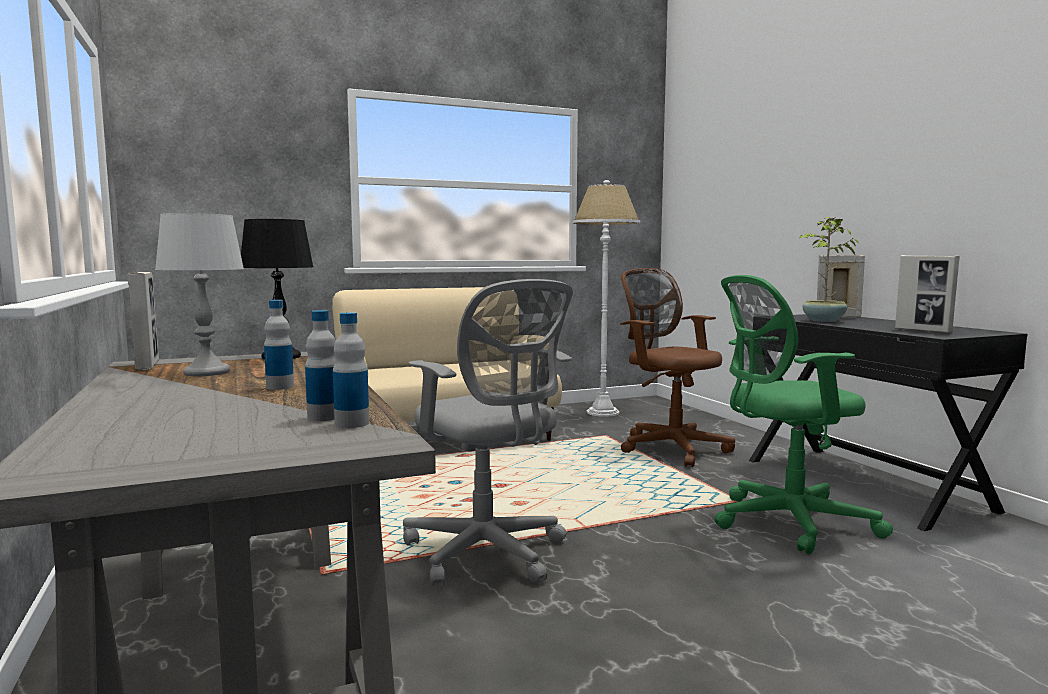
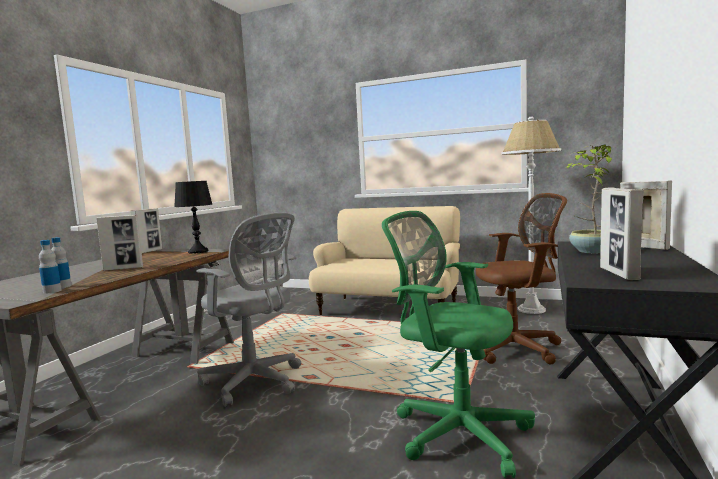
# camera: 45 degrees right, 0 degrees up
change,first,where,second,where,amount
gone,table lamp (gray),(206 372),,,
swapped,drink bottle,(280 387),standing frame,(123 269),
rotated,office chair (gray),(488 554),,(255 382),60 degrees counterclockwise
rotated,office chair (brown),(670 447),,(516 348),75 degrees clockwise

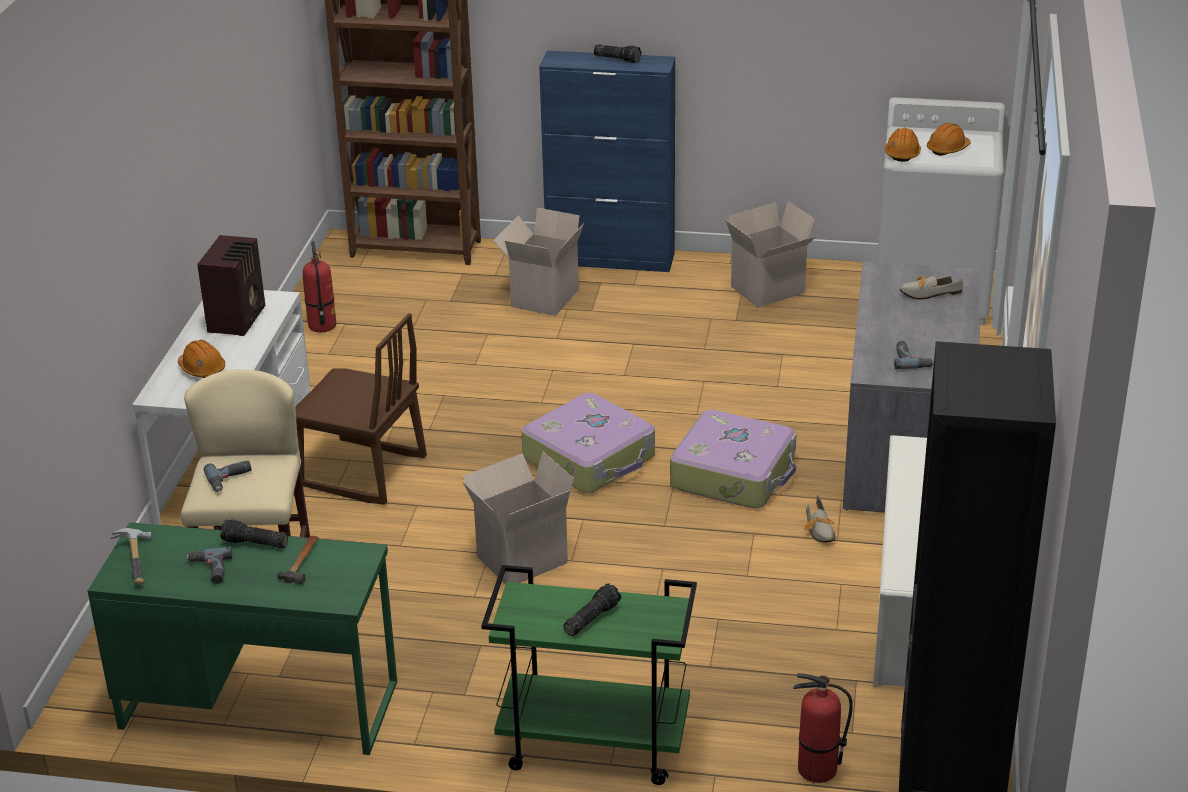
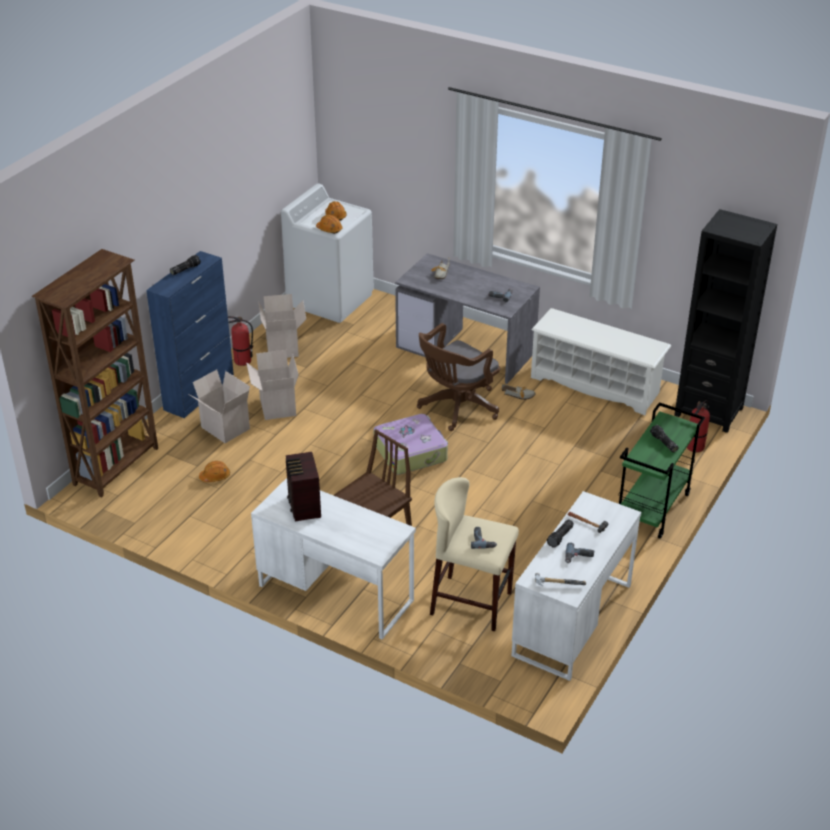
# camera: 70 degrees left, 5 degrees up
change,first,where,second,where,amount
shifted,hard hat (orange),(202 369),,(215 476),
shifted,fire-fighting cylinder,(322 326),,(242 361),
shifted,cardboard box,(522 558),,(276 407),
swapped,travel case,(734 474),office chair (brown),(456 408),
repainted,desk table (green),(258 704),desk table (whitish),(572 619),
rotated,radio receiver,(238 319),,(304 507),135 degrees counterclockwise

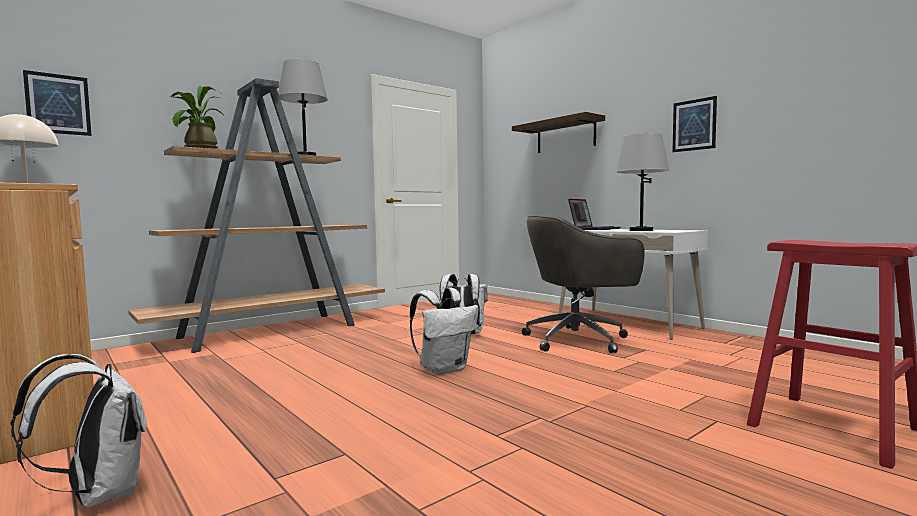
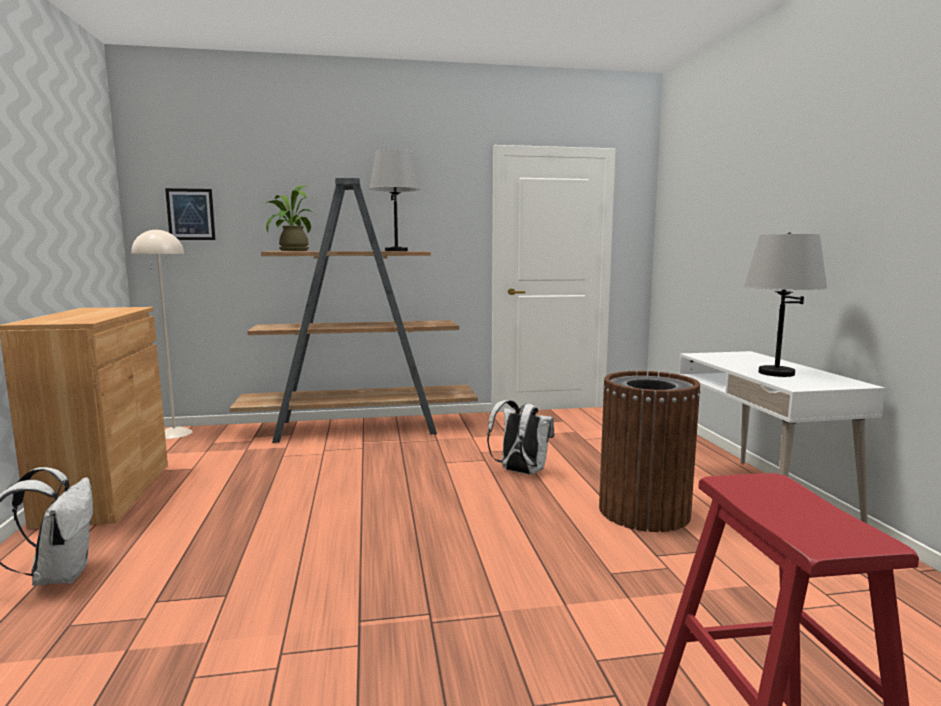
# camera: 30 degrees right, 5 degrees up
change,first,where,second,where,amount
gone,knapsack (whitish),(444 369),,,
gone,shelf,(565 136),,,
gone,laptop,(594 229),,,
gone,picture,(694 125),,,
swapped,office chair (gray),(579 340),trash can (brown),(643 511),

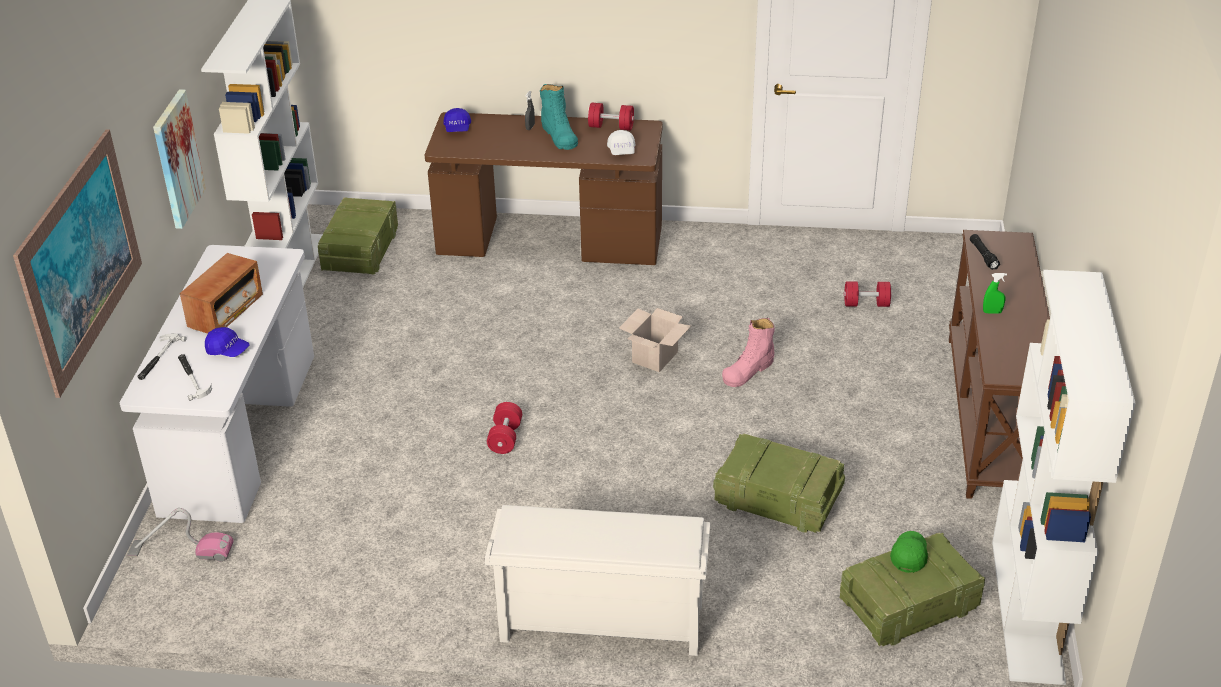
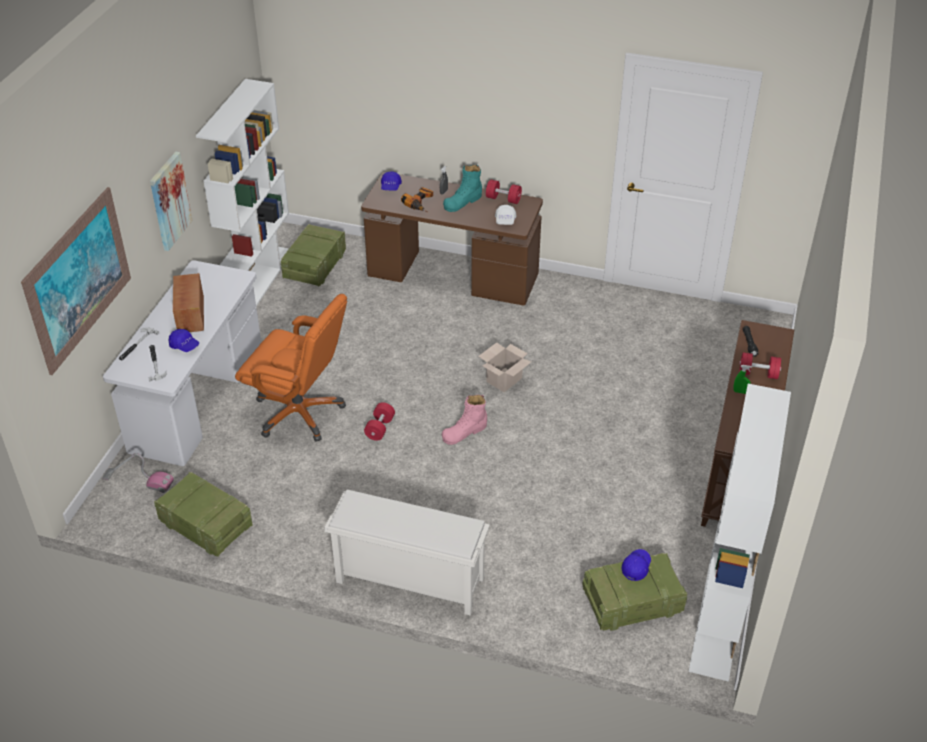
# camera: 10 degrees right, 5 degrees up
change,first,where,second,where,amount
new,,,office chair (orange),(300 413),
new,,,power drill,(421 203),
shifted,shipping crate,(779 500),,(207 525),
shifted,boot (pink),(748 370),,(464 432),
shifted,dumbbell (reddish),(866 304),,(758 373),
repainted,cap (green),(909 556),cap (blue-coloured),(636 567),
rotated,radio receiver,(226 312),,(190 315),135 degrees clockwise
rotated,boot (turquoise-coloured),(559 136),,(463 202),60 degrees clockwise

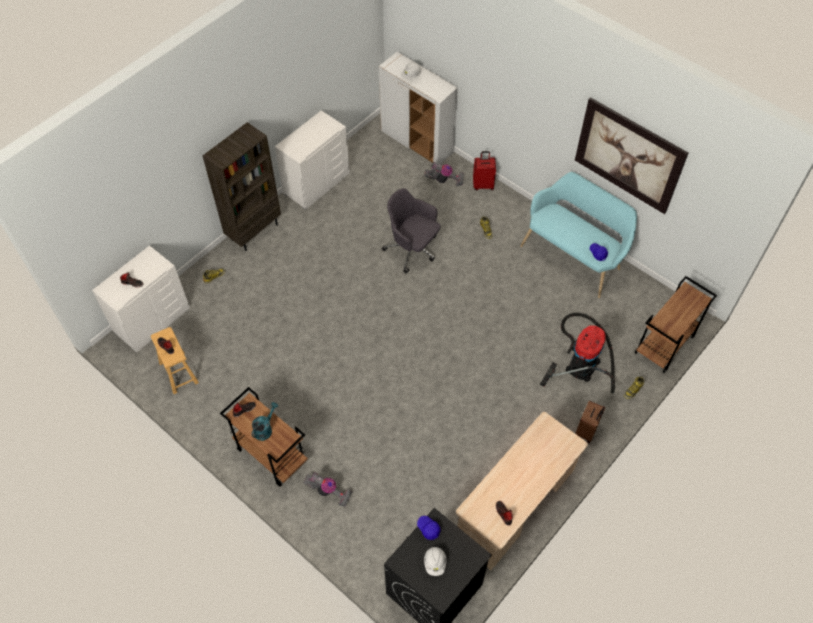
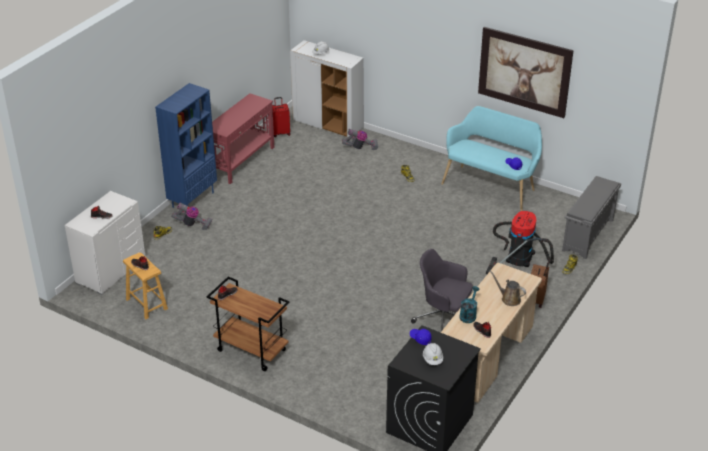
# camera: 10 degrees left, 20 degrees down
change,first,where,second,where,amount
new,,,watering pot (brown),(509 299),
shifted,watering pot (turquoise-coloured),(265 429),,(468 315),
shifted,vacuum,(328 492),,(192 224),
shifted,office chair (gray),(412 249),,(443 319),
shifted,travel case (reddish),(483 185),,(280 133),
swapped,drawer chest (whitish),(316 183),console table (reddish),(242 161),
swapped,wheeled cart (brown),(664 345),shoe rack (gray),(588 236),
repainted,bookcase (brown),(254 231),bookcase (blue-coloured),(192 199),

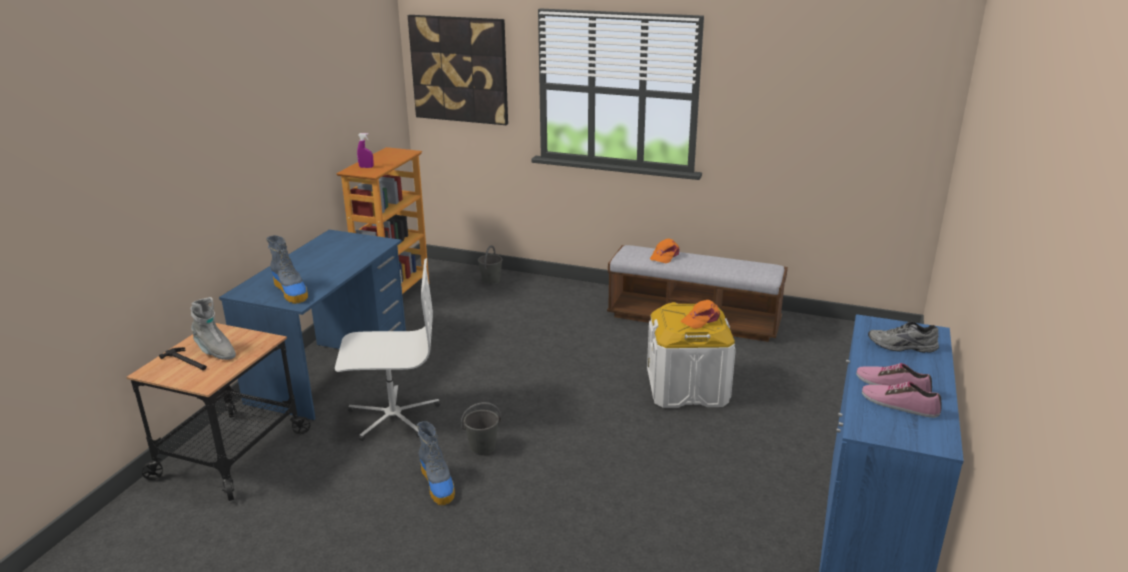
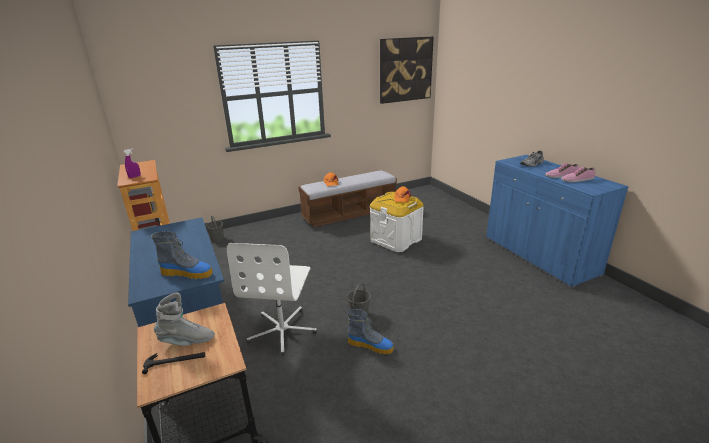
# camera: 45 degrees left, 0 degrees up
change,first,where,second,where,amount
shifted,picture,(459 69),,(405 70),
rotated,office chair (whitish),(393 416),,(283 330),150 degrees clockwise

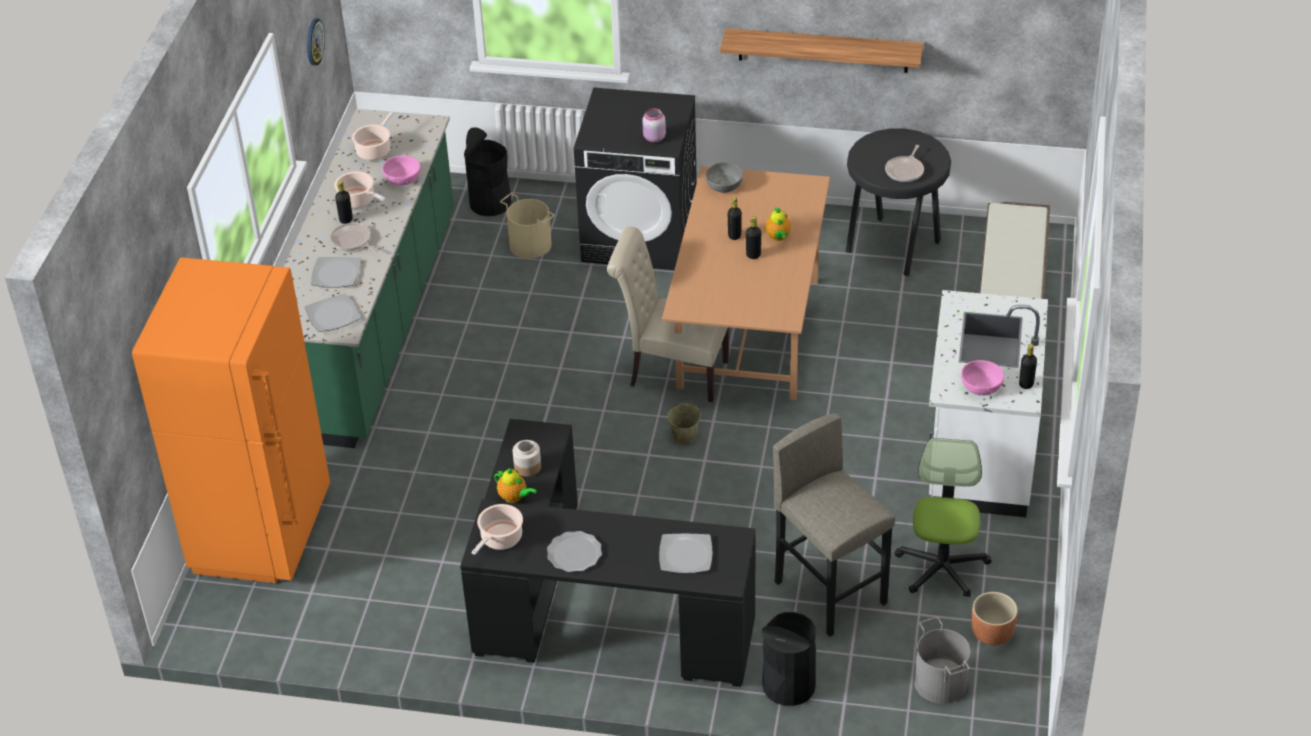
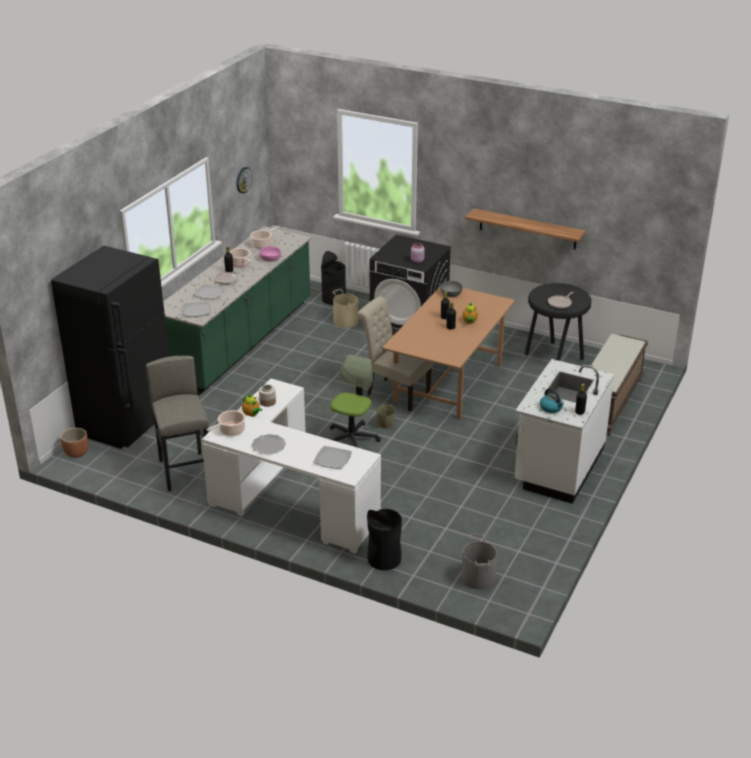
# camera: 15 degrees right, 10 degrees down
change,first,where,second,where,amount
shifted,sitting stool (gray),(830 592),,(185 471),
shifted,office chair,(942 567),,(352 438),
shifted,plant pot (brown),(991 634),,(76 453),
swapped,deep dish (pink),(981 386),water kettle,(551 408),
repainted,refrigerator (orange),(263 533),refrigerator (black),(127 424),
repainted,desk table (black),(592 614),desk table (whitish),(287 499),

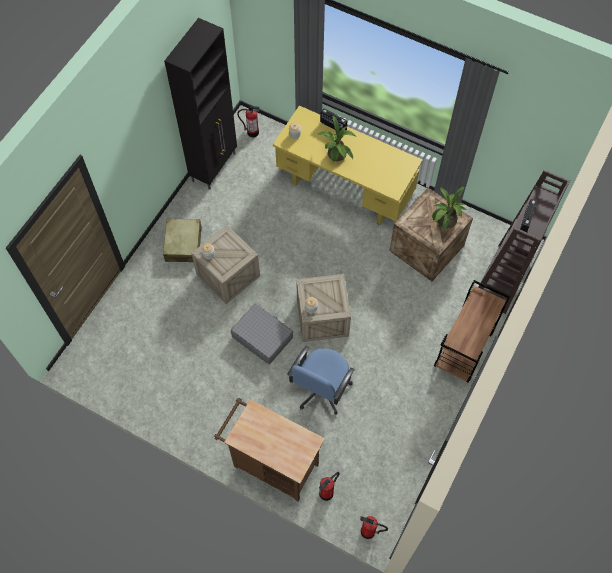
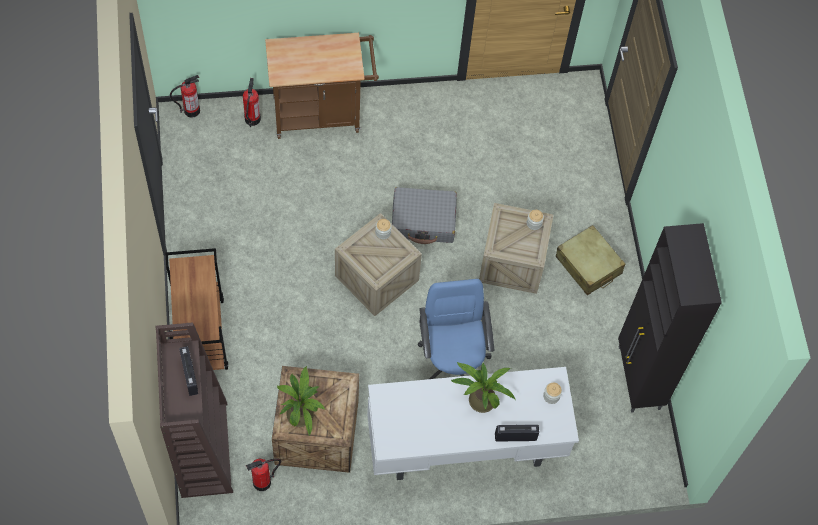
# camera: 140 degrees right, 0 degrees up
change,first,where,second,where,amount
shifted,fire-fighting cylinder,(253 132),,(262 482),
shifted,office chair (blue-coloured),(321 389),,(452 360),
repainted,desk table (yellow-coloured),(345 190),desk table (whitish),(464 448),

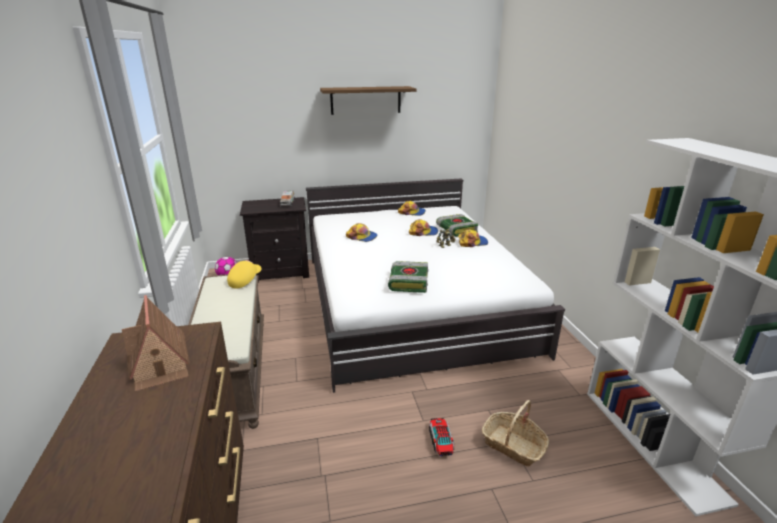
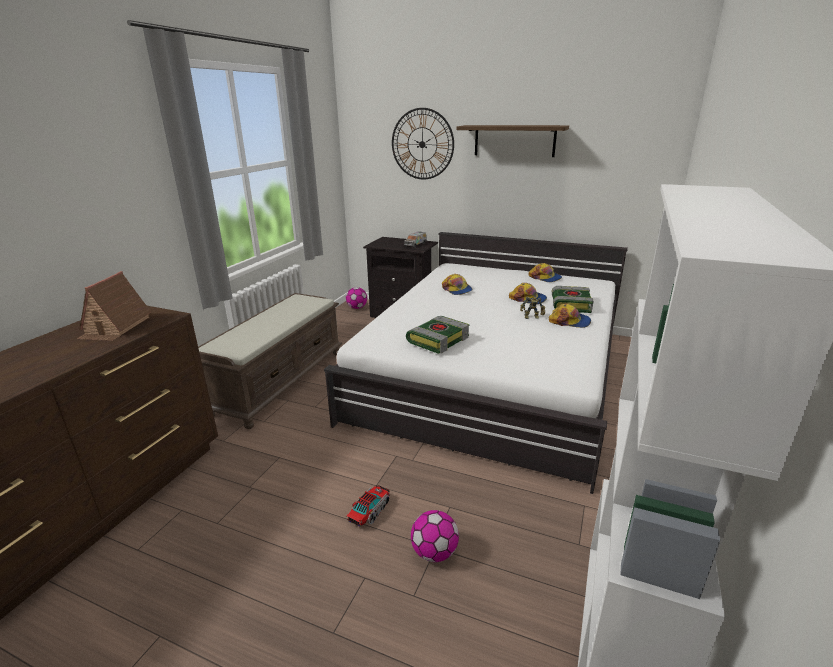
# camera: 35 degrees right, 0 degrees up
change,first,where,second,where,amount
gone,cap (yellow-coloured),(245 280),,,
new,,,hanging clock,(422 144),
swapped,household basket,(513 445),football,(434 552),

